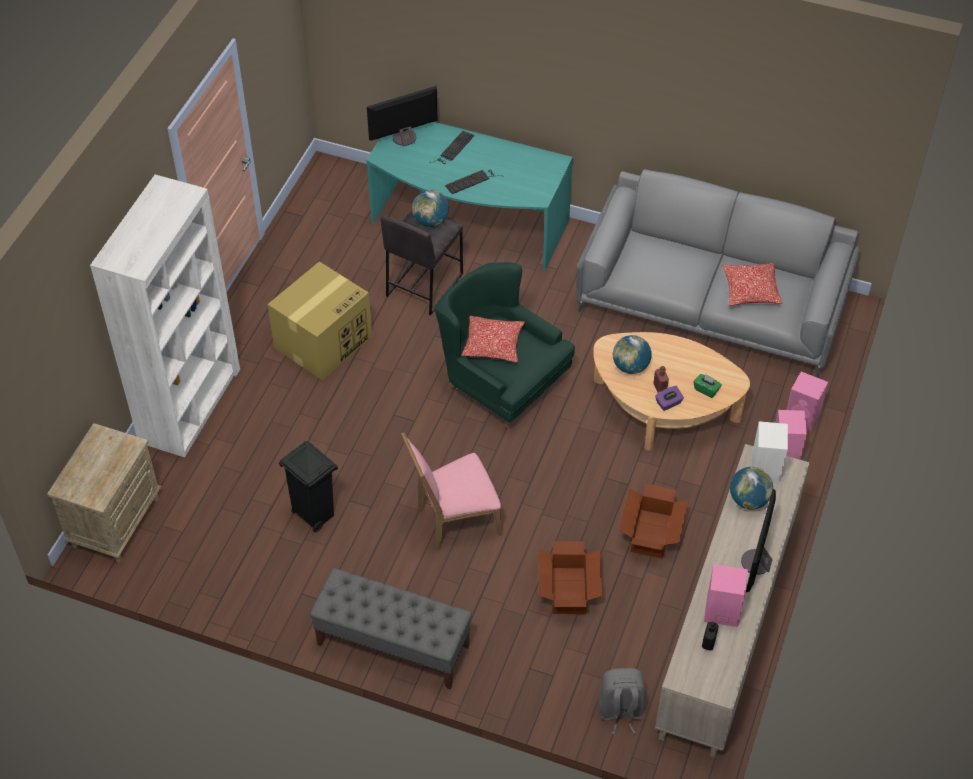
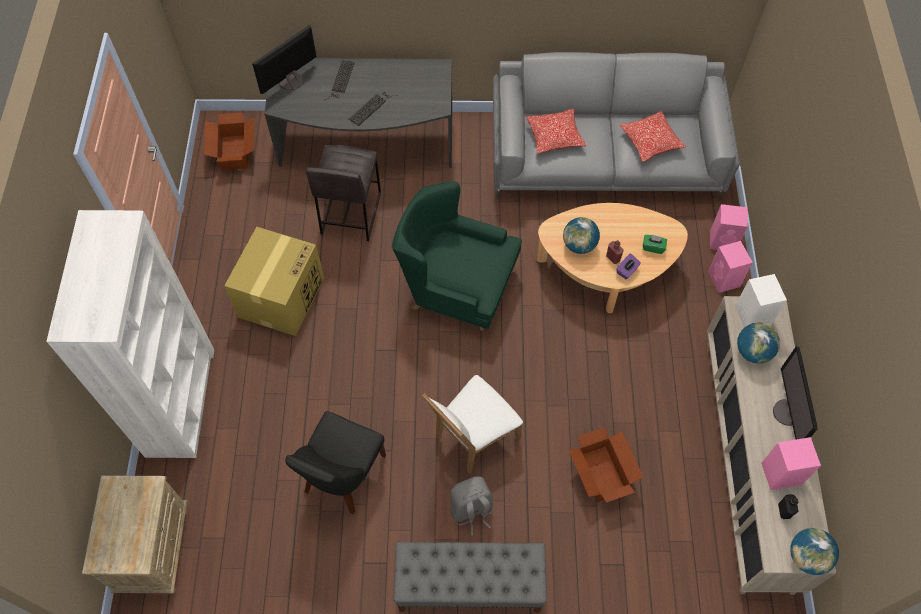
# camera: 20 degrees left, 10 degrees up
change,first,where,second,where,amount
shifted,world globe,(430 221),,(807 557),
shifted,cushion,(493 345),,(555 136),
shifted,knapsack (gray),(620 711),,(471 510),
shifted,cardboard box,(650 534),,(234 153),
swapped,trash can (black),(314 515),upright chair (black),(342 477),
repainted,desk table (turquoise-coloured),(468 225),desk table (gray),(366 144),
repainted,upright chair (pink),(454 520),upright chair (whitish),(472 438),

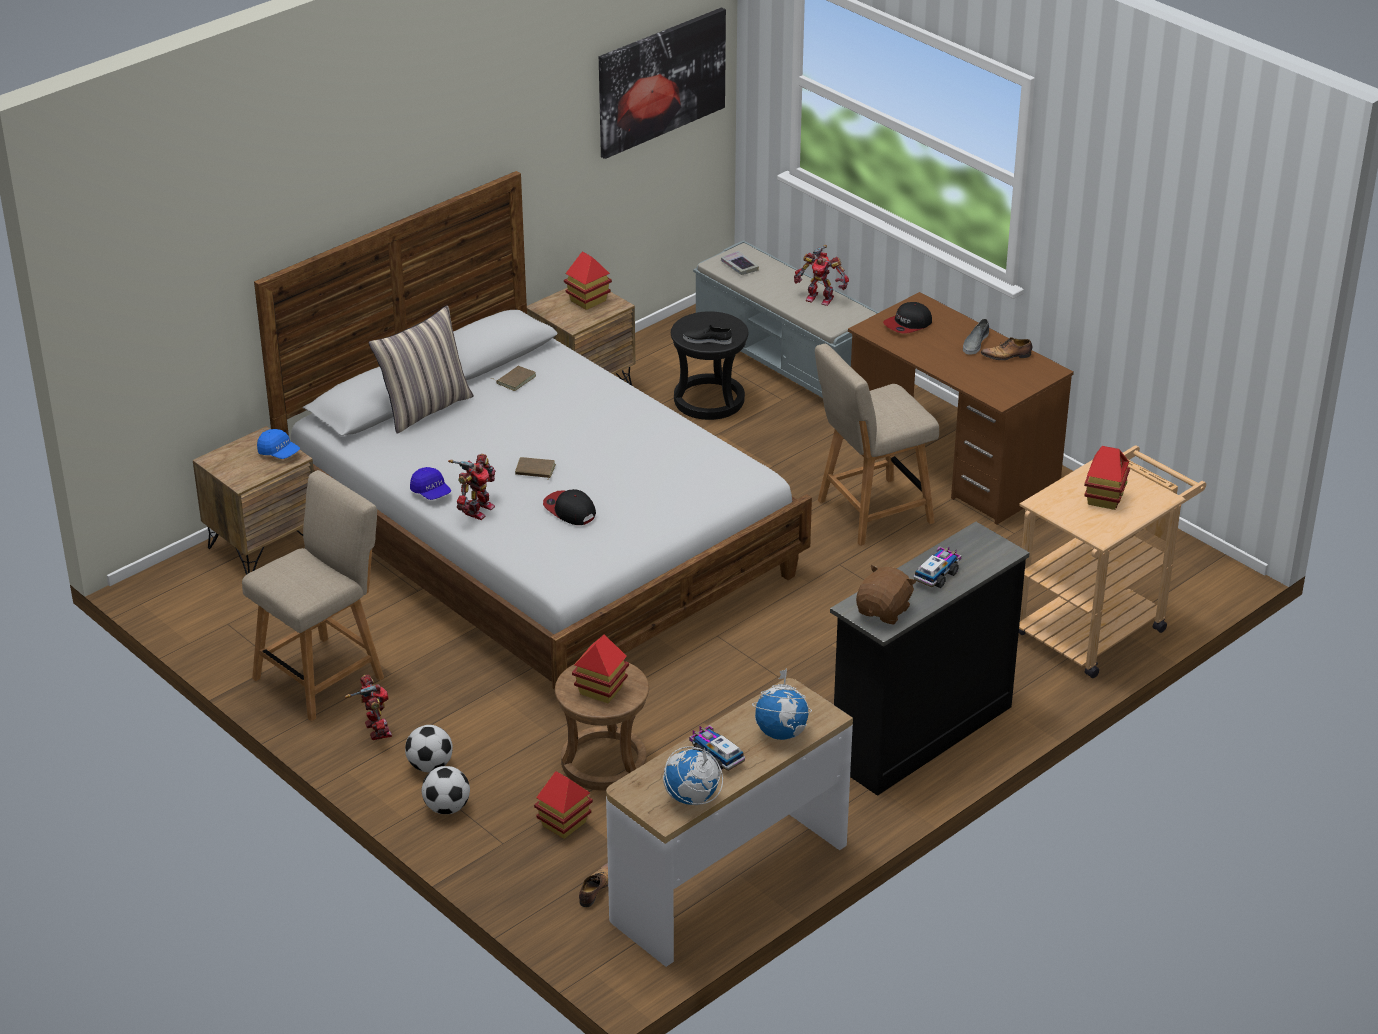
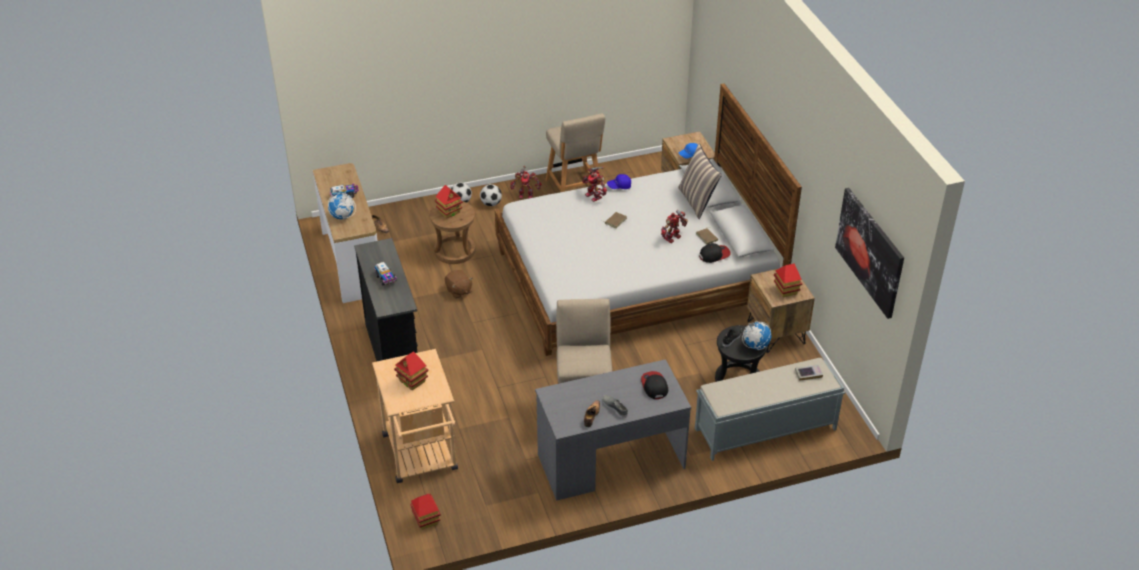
# camera: 115 degrees right, 5 degrees up
change,first,where,second,where,amount
shifted,model house,(564 824),,(426 520),
shifted,cap,(569 510),,(714 255),
shifted,world globe,(692 798),,(755 345),
shifted,toy robot,(820 298),,(673 238),
shifted,soft toy (brown),(884 611),,(458 291),
repainted,desk table (brown),(952 463),desk table (gray),(610 461),

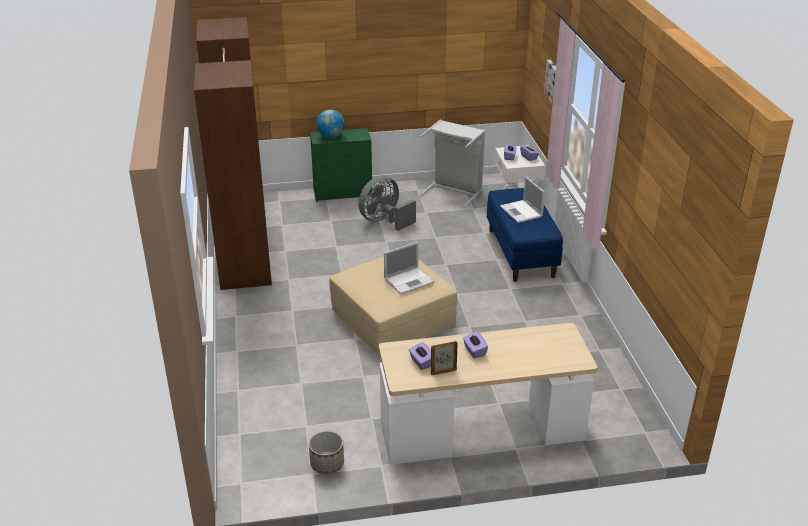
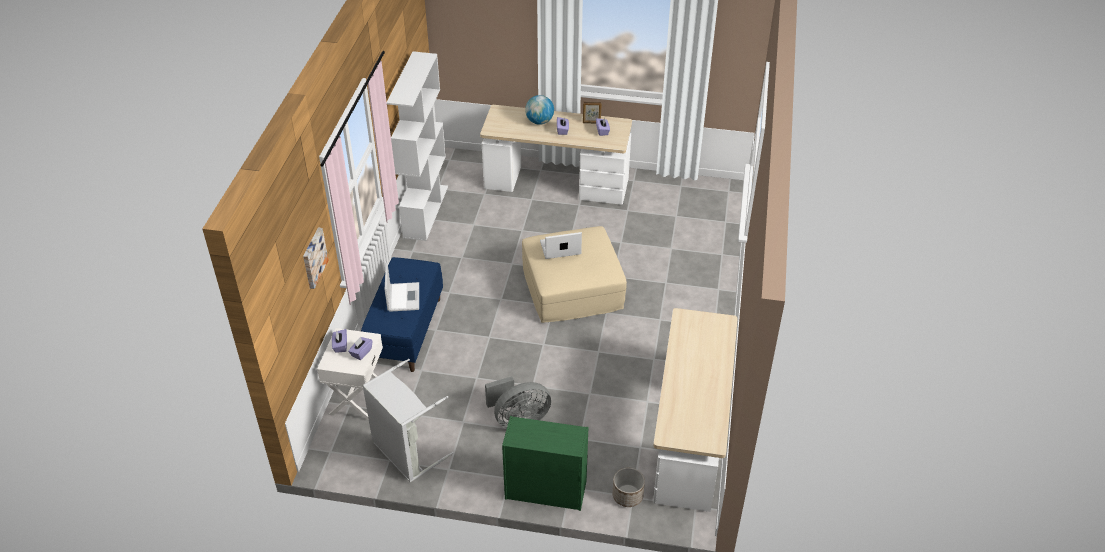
# camera: 160 degrees left, 10 degrees up
change,first,where,second,where,amount
new,,,bookcase (whitish),(425 211),
shifted,plant pot,(326 463),,(628 496),
shifted,world globe,(331 136),,(539 121),
swapped,wardrobe (brown),(243 238),desk table,(690 435),

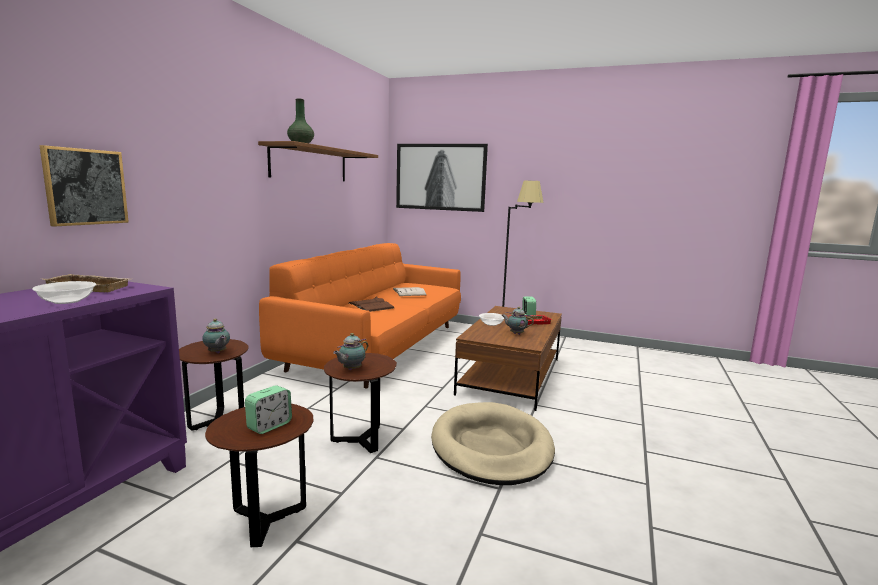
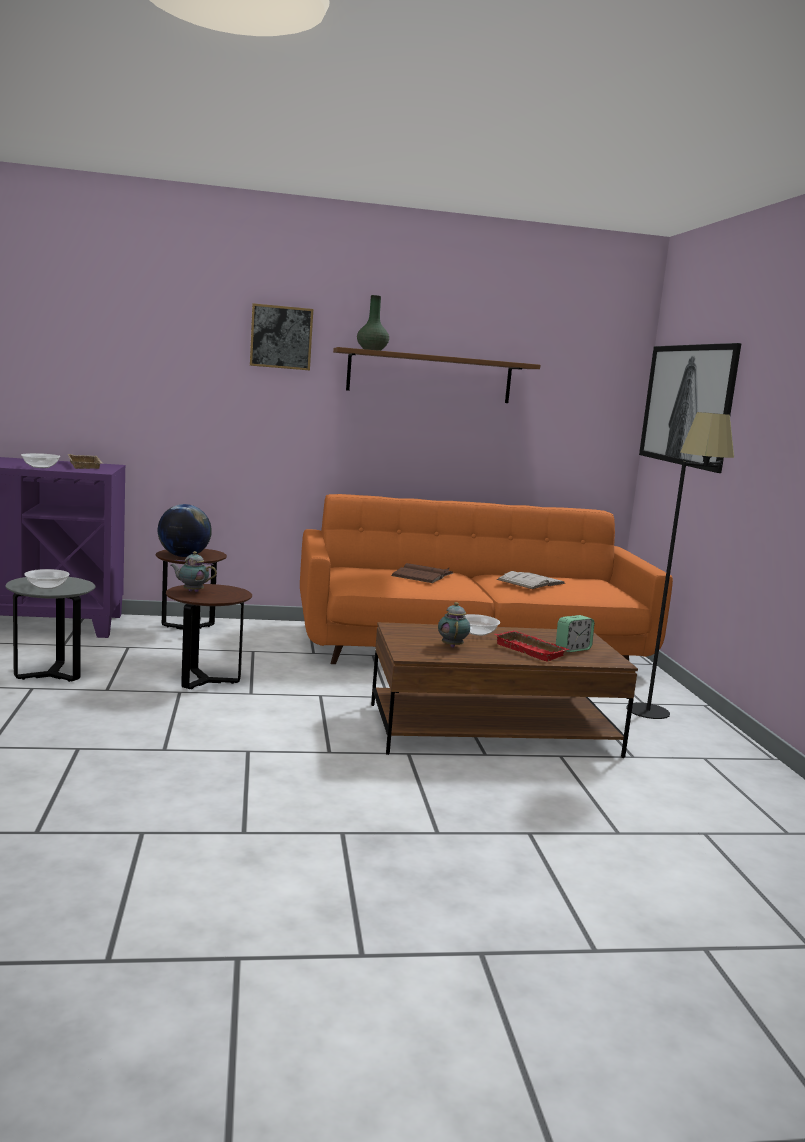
# camera: 60 degrees right, 0 degrees up
change,first,where,second,where,amount
gone,dog bed (sand-coloured),(491 447),,,
shifted,picture,(85 187),,(281 337),
swapped,teapot,(217 353),world globe,(183 556),
swapped,bedside clock,(269 426),deep dish,(47 586),
repainted,accent table (brown),(266 521),accent table (gray),(51 675),

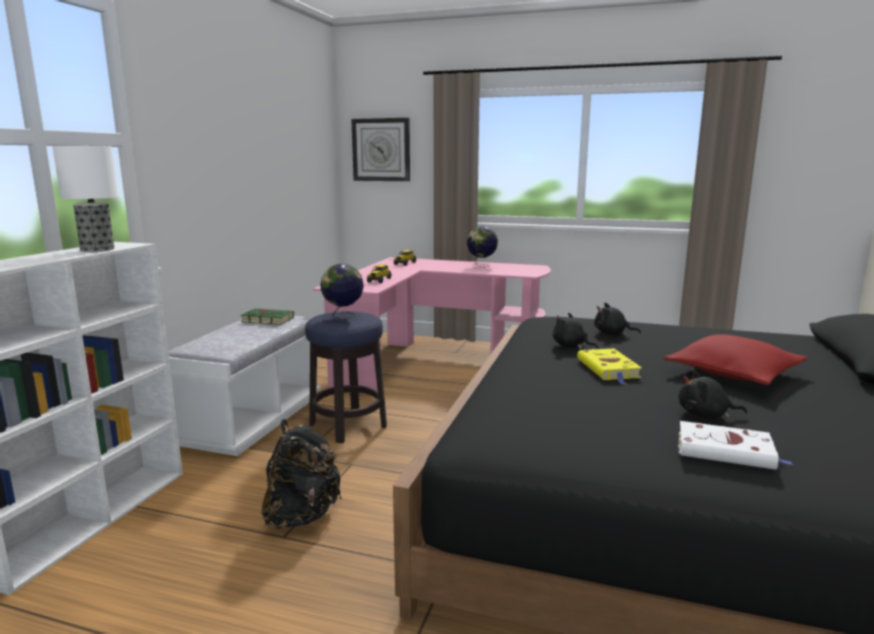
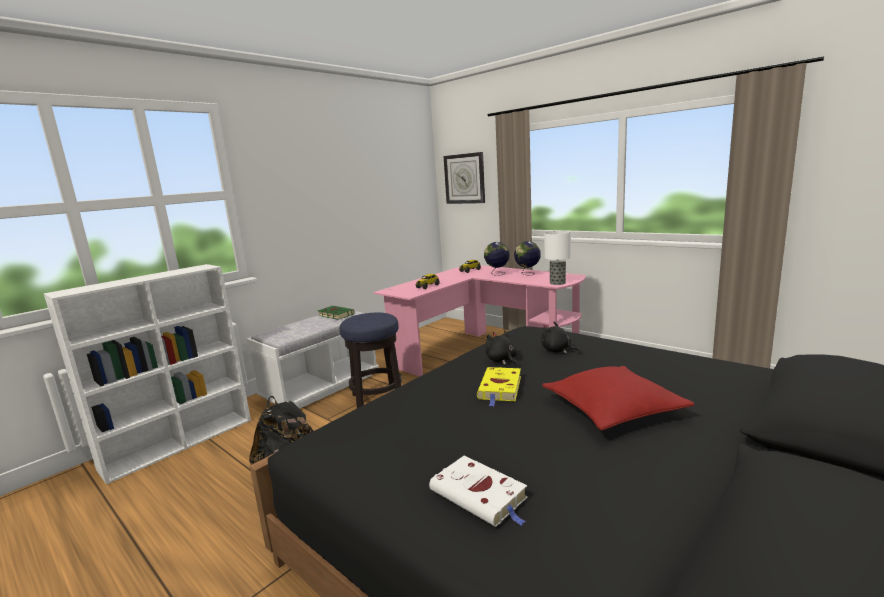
# camera: 25 degrees right, 0 degrees up
change,first,where,second,where,amount
gone,soft toy (black),(706 415),,,
shifted,table lamp,(98 249),,(558 283),
shifted,world globe,(343 317),,(497 274),

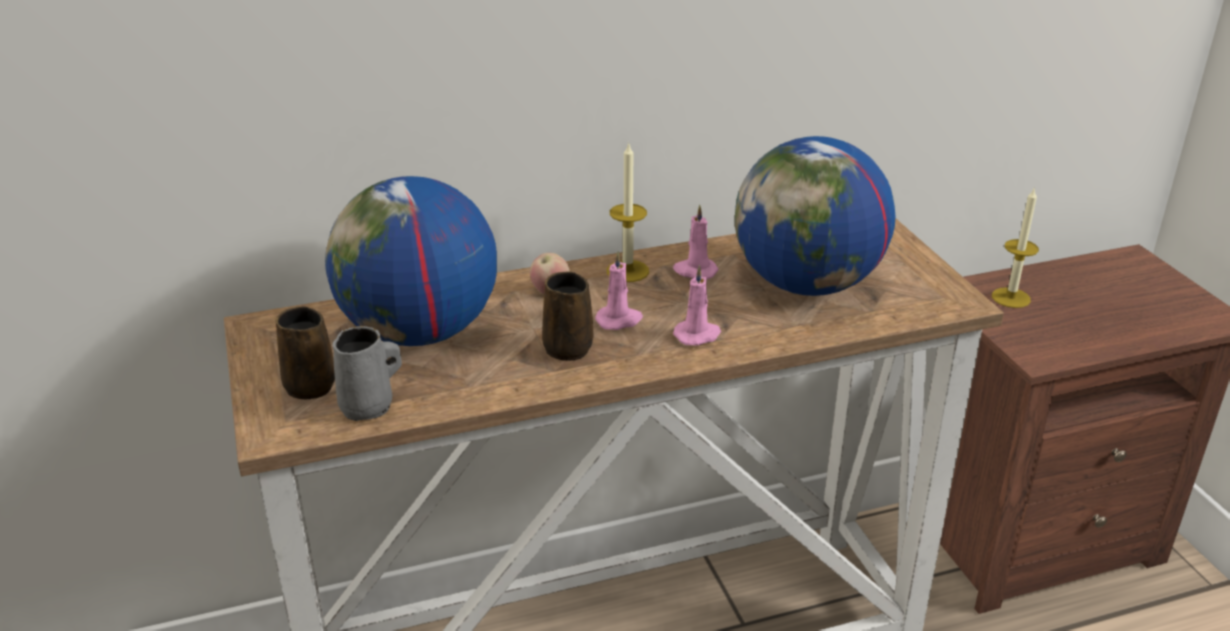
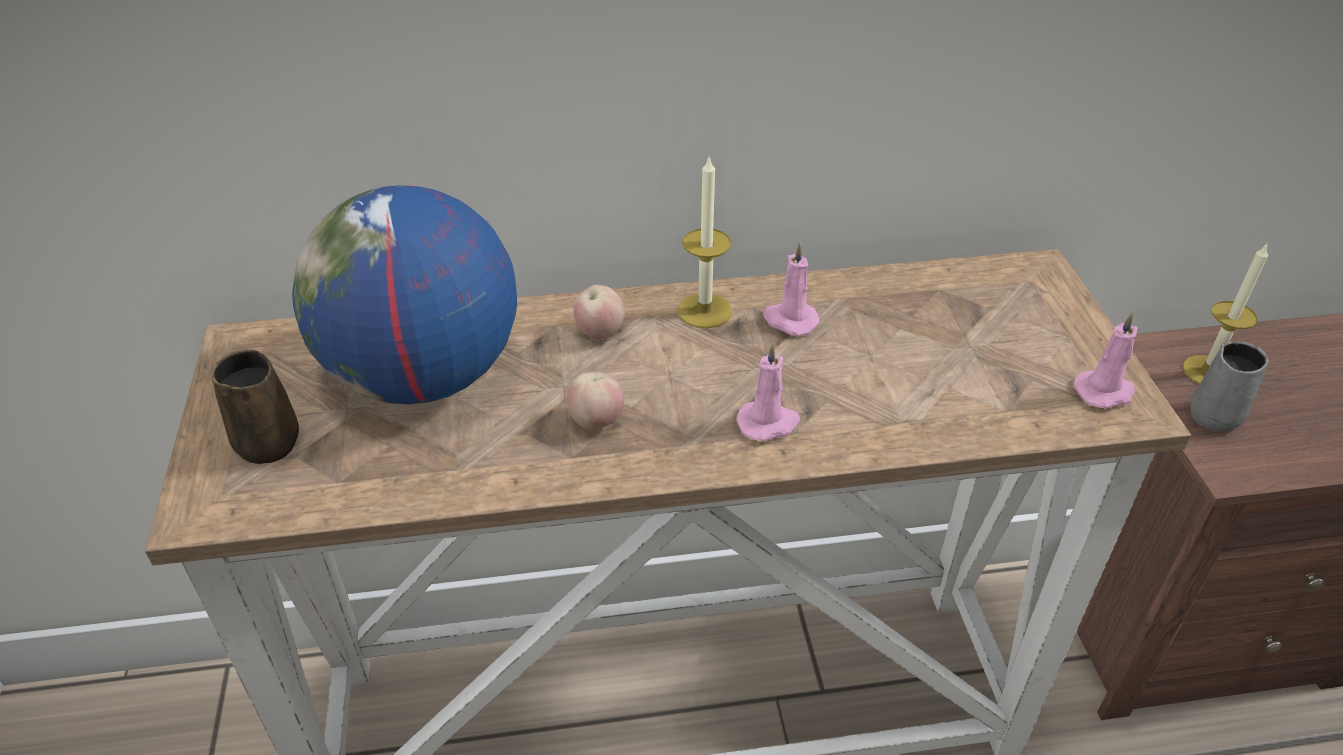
# camera: 10 degrees right, 10 degrees up
change,first,where,second,where,amount
gone,world globe,(807 285),,,
shifted,mug (gray),(369 407),,(1217 416),
shifted,wax light (pink),(619 320),,(1105 392),
swapped,mug (brown),(566 347),apple fruit,(596 421),

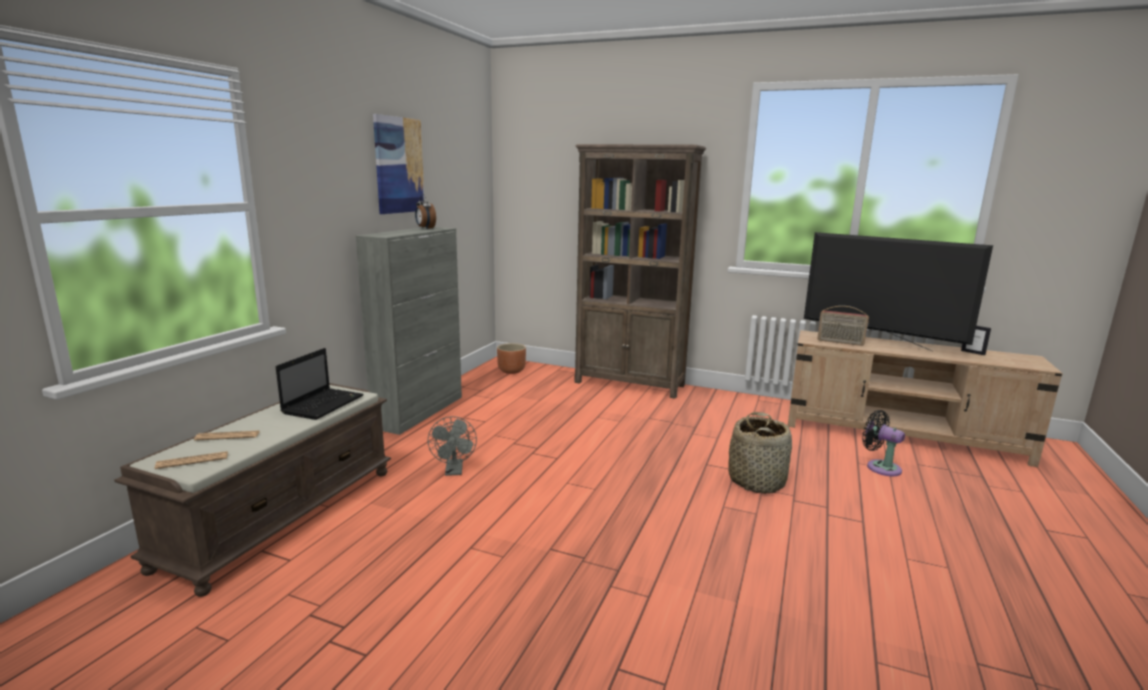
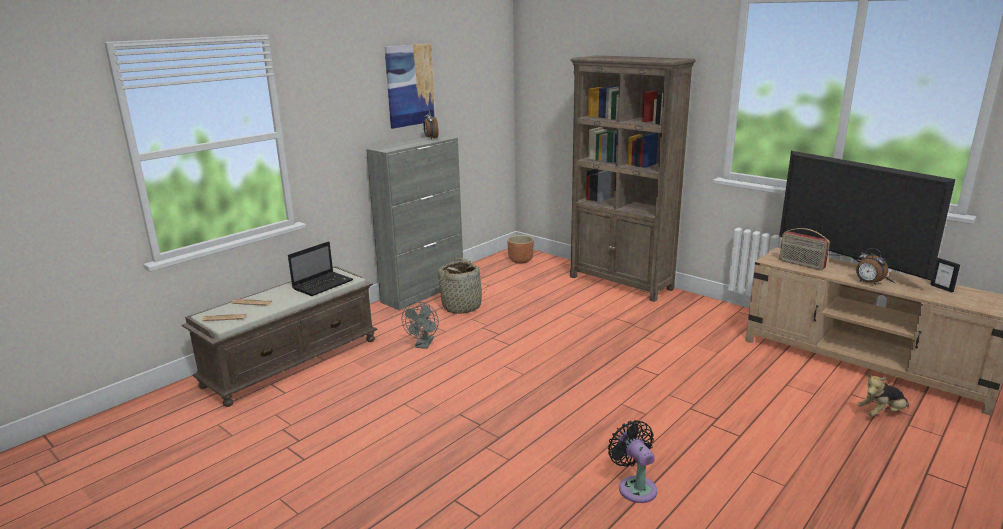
# camera: 20 degrees right, 5 degrees up
change,first,where,second,where,amount
new,,,bedside clock,(868 283),
new,,,soft toy,(881 413),
shifted,household basket,(757 481),,(462 306),
shifted,electric fan (black),(880 467),,(635 487),

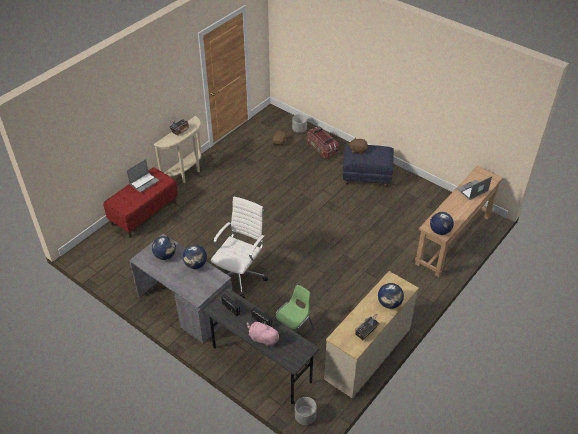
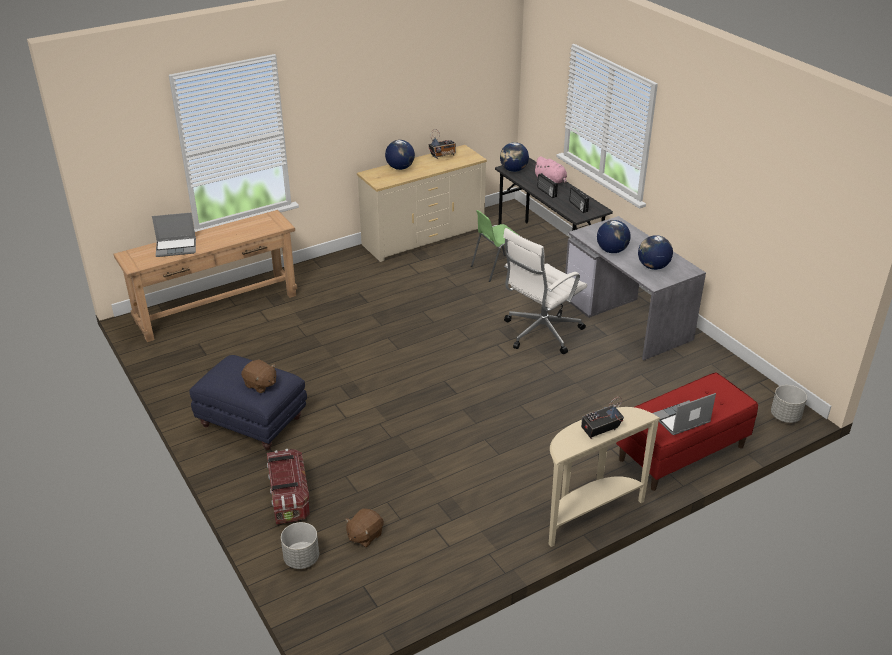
# camera: 160 degrees left, 10 degrees down
change,first,where,second,where,amount
shifted,plant pot (gray),(305 417),,(785 416),
shifted,world globe,(440 231),,(513 170),

